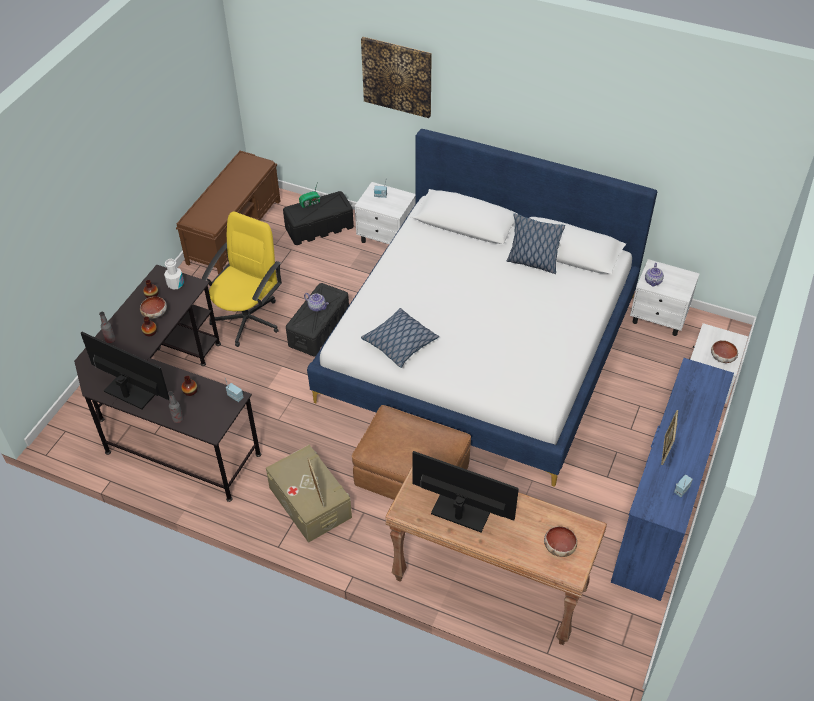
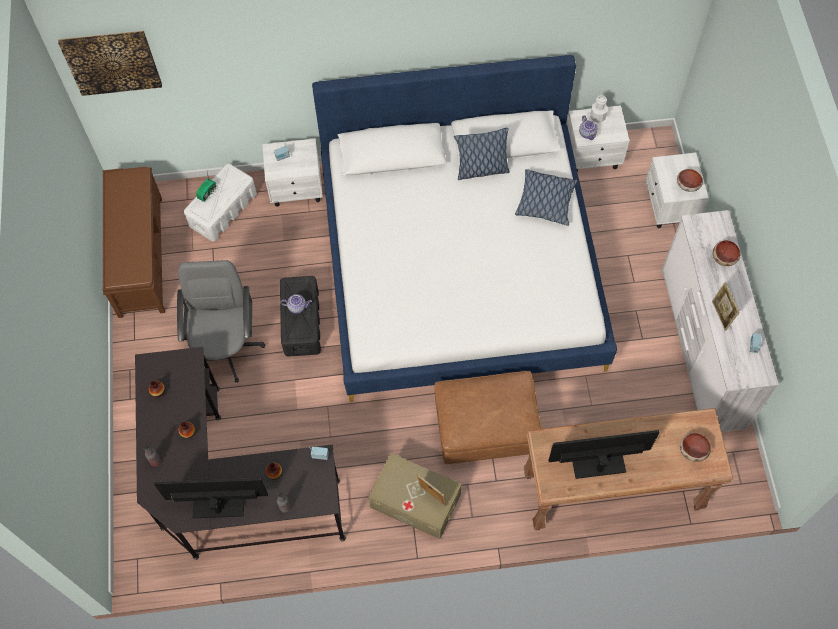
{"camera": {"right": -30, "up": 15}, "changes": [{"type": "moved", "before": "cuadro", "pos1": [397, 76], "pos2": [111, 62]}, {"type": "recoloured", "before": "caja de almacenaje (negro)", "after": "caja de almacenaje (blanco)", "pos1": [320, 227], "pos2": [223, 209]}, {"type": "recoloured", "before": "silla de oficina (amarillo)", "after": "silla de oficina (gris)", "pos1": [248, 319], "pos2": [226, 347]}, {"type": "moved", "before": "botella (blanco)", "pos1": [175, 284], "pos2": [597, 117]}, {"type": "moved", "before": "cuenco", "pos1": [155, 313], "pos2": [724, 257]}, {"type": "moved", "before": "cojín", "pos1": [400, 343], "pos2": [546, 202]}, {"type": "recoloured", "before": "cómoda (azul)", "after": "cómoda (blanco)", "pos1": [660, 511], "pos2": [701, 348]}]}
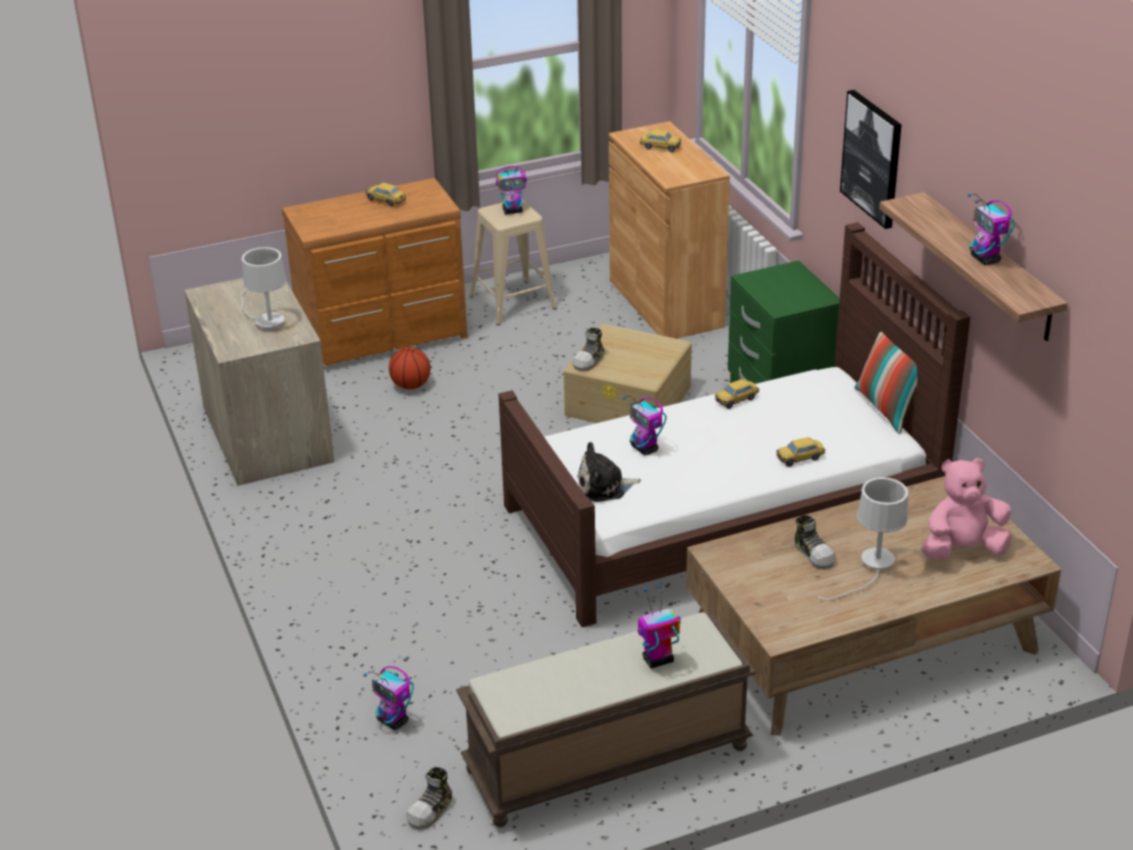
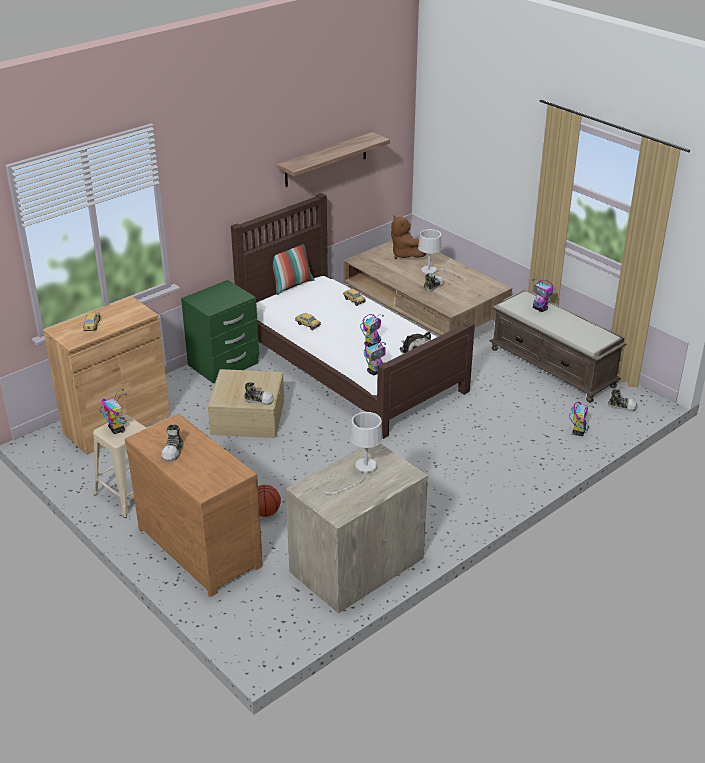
{"camera": {"right": -110, "up": 0}, "changes": [{"type": "removed", "before": "cuadro", "pos1": [872, 158]}, {"type": "replaced", "before": "coche de juguete", "after": "zapato", "pos1": [386, 200], "pos2": [173, 451]}, {"type": "moved", "before": "robot de juguete", "pos1": [985, 259], "pos2": [375, 371]}, {"type": "recoloured", "before": "peluche (rosa)", "after": "peluche (marrón)", "pos1": [962, 549], "pos2": [405, 255]}]}
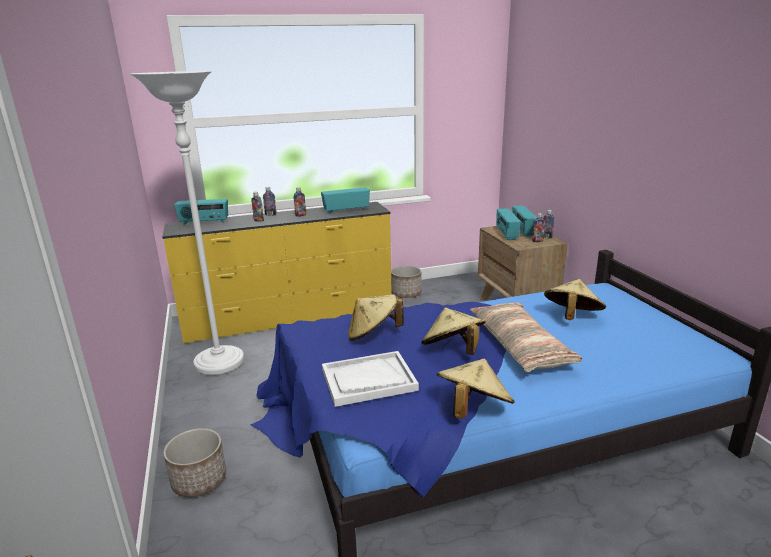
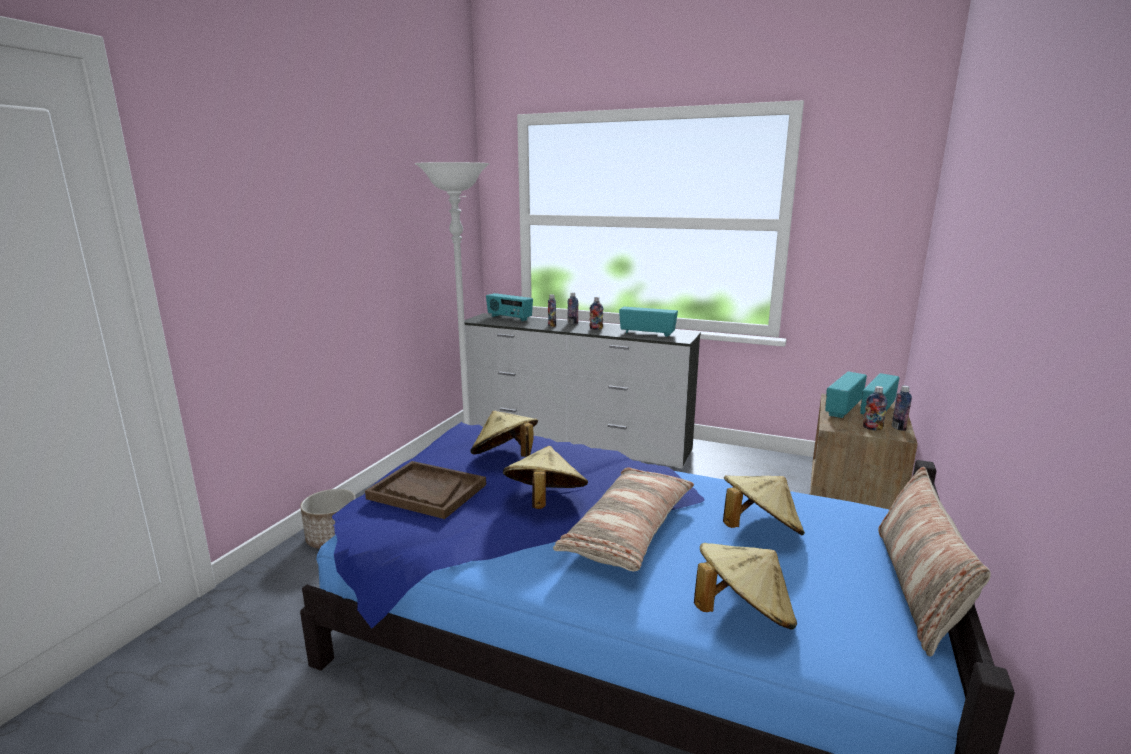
{"camera": {"right": 40, "up": -5}, "changes": [{"type": "recoloured", "before": "cómoda (amarillo)", "after": "cómoda (blanco)", "pos1": [290, 318], "pos2": [575, 441]}, {"type": "removed", "before": "maceta", "pos1": [406, 293]}, {"type": "recoloured", "before": "bandeja (blanco)", "after": "bandeja (marrón)", "pos1": [368, 380], "pos2": [426, 492]}, {"type": "moved", "before": "sombrero (beis)", "pos1": [473, 409], "pos2": [742, 614]}, {"type": "added", "after": "cojín", "pos2": [918, 586]}]}
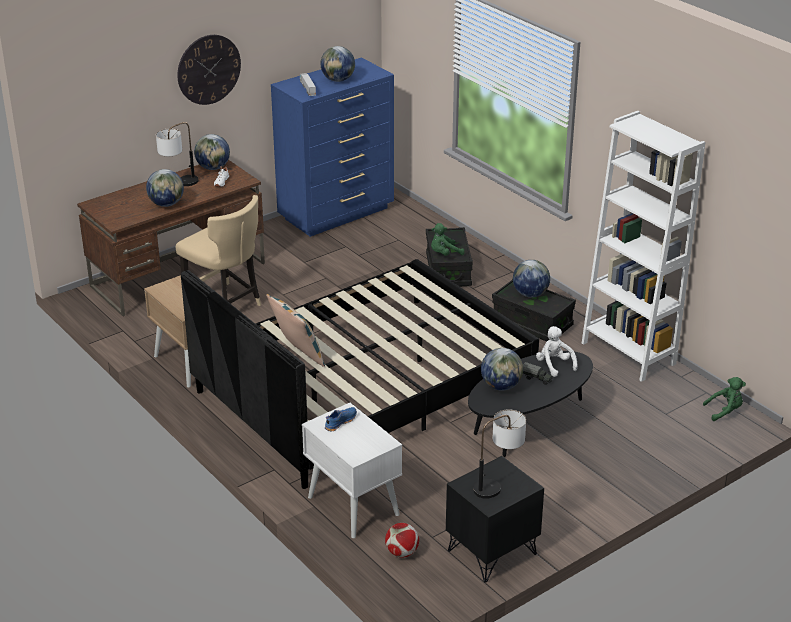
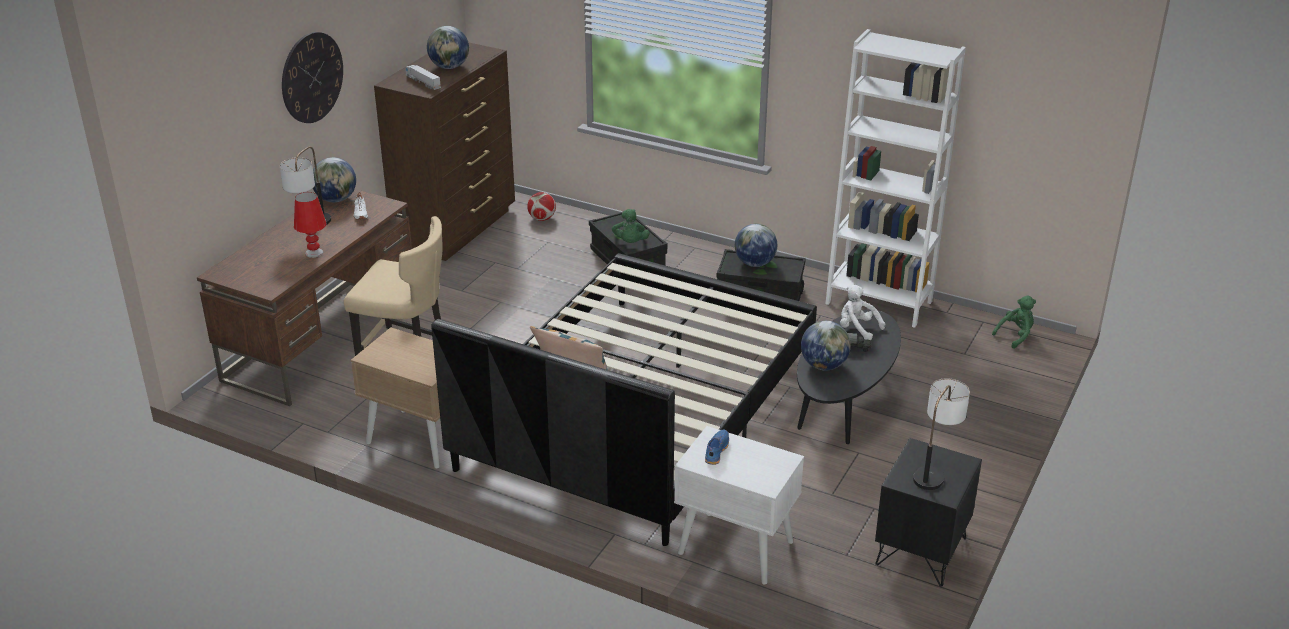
{"camera": {"right": -25, "up": 0}, "changes": [{"type": "recoloured", "before": "cómoda (azul)", "after": "cómoda (marrón)", "pos1": [337, 213], "pos2": [457, 229]}, {"type": "replaced", "before": "globo terráqueo", "after": "lámpara de mesa (rojo)", "pos1": [166, 204], "pos2": [314, 253]}, {"type": "turned", "before": "peluche (verde)", "pos1": [444, 254], "pos2": [630, 242], "turn": -45}, {"type": "moved", "before": "balón de fútbol", "pos1": [402, 552], "pos2": [542, 219]}]}
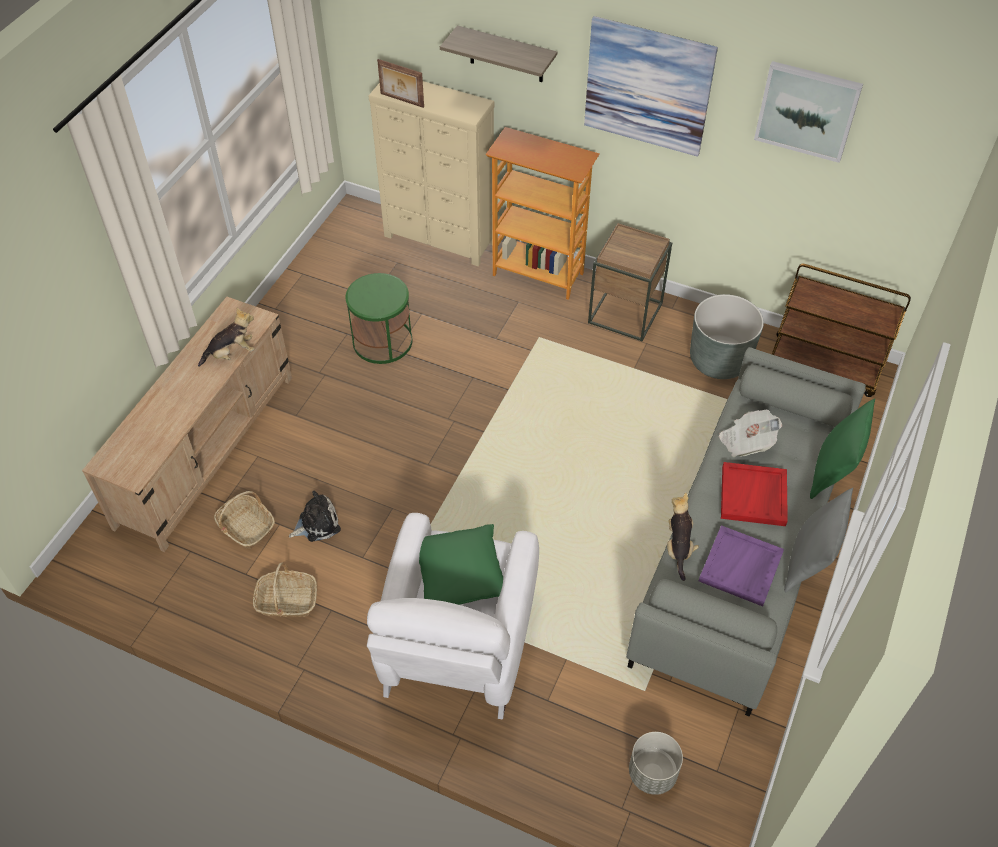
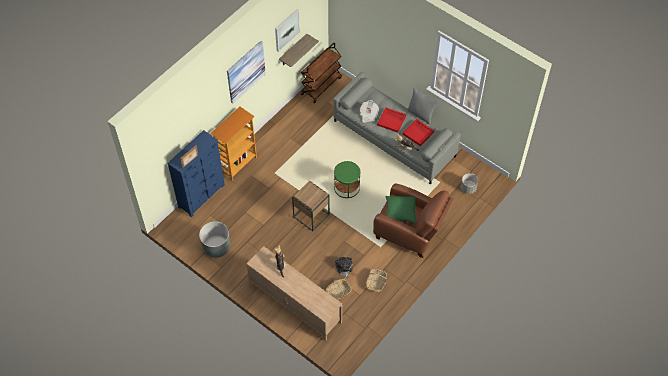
{"camera": {"right": -75, "up": 5}, "changes": [{"type": "moved", "before": "estante", "pos1": [506, 55], "pos2": [293, 50]}, {"type": "recoloured", "before": "cómoda (beis)", "after": "cómoda (azul)", "pos1": [439, 240], "pos2": [202, 196]}, {"type": "moved", "before": "mesa auxiliar (marrón)", "pos1": [625, 313], "pos2": [311, 215]}, {"type": "moved", "before": "mesa auxiliar (verde)", "pos1": [382, 341], "pos2": [346, 187]}, {"type": "moved", "before": "maceta (gris)", "pos1": [719, 360], "pos2": [216, 247]}, {"type": "removed", "before": "cojín (verde)", "pos1": [833, 472]}, {"type": "recoloured", "before": "sillón (blanco)", "after": "sillón (marrón)", "pos1": [456, 649], "pos2": [410, 232]}, {"type": "recoloured", "before": "bandeja (morado)", "after": "bandeja (rojo)", "pos1": [741, 568], "pos2": [418, 133]}]}
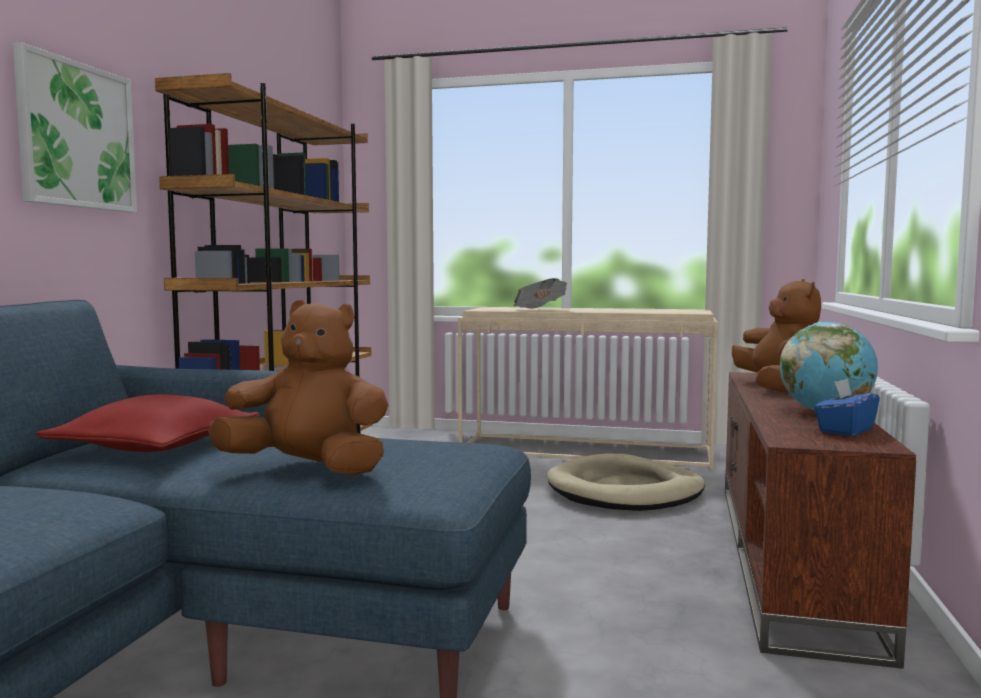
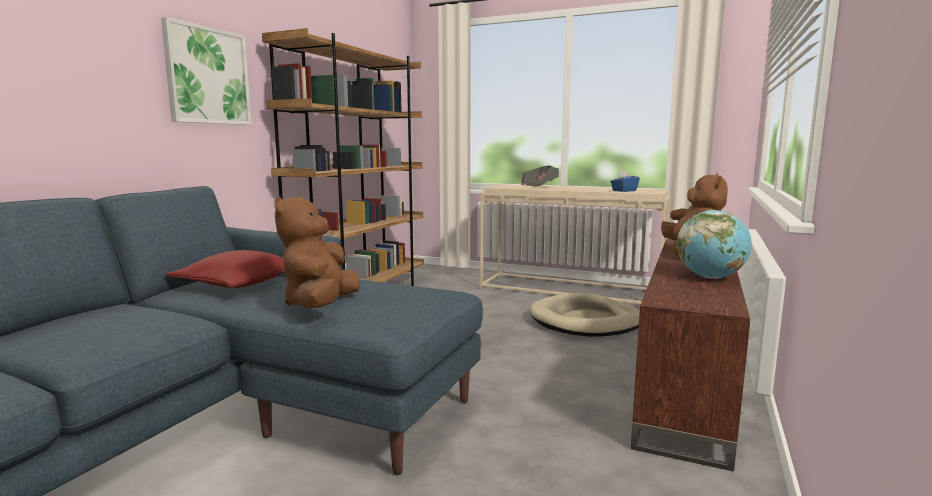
{"camera": {"right": 10, "up": 5}, "changes": [{"type": "turned", "before": "peluche (marrón)", "pos1": [308, 469], "pos2": [320, 305], "turn": -105}, {"type": "moved", "before": "caja de pañuelos (azul)", "pos1": [845, 430], "pos2": [624, 191]}]}
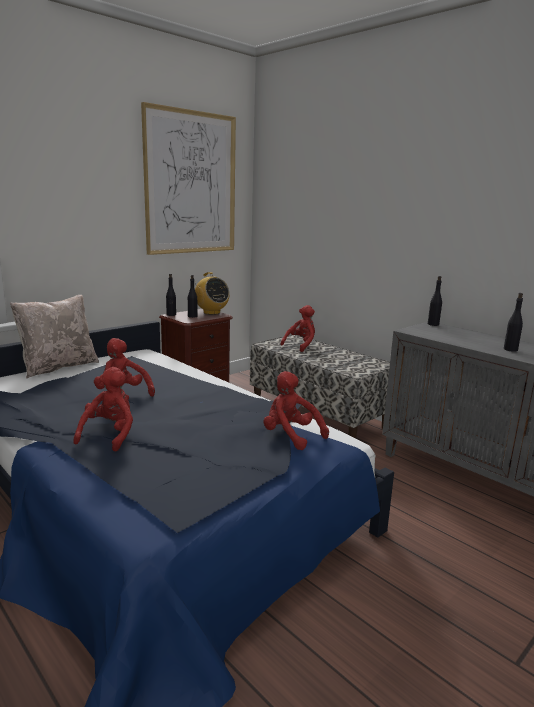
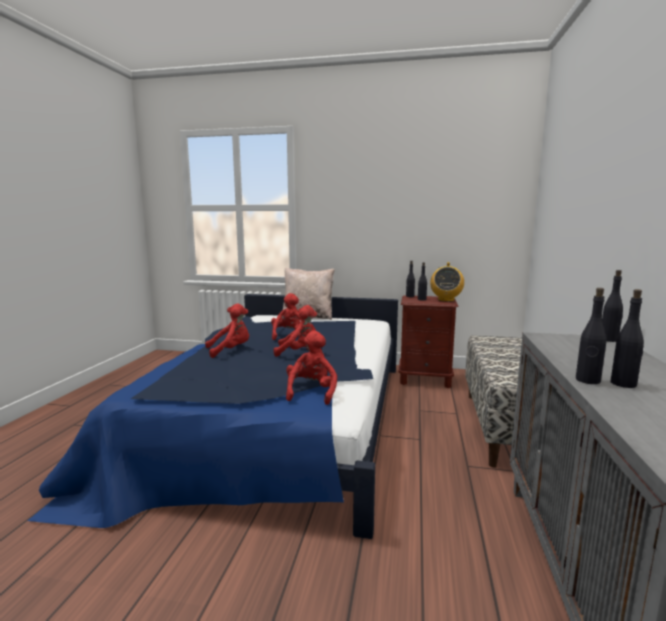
{"camera": {"right": 55, "up": -5}, "changes": [{"type": "removed", "before": "cuadro", "pos1": [191, 183]}, {"type": "moved", "before": "peluche (rojo)", "pos1": [301, 345], "pos2": [299, 352]}, {"type": "added", "after": "botella (negro)", "pos2": [587, 380]}]}
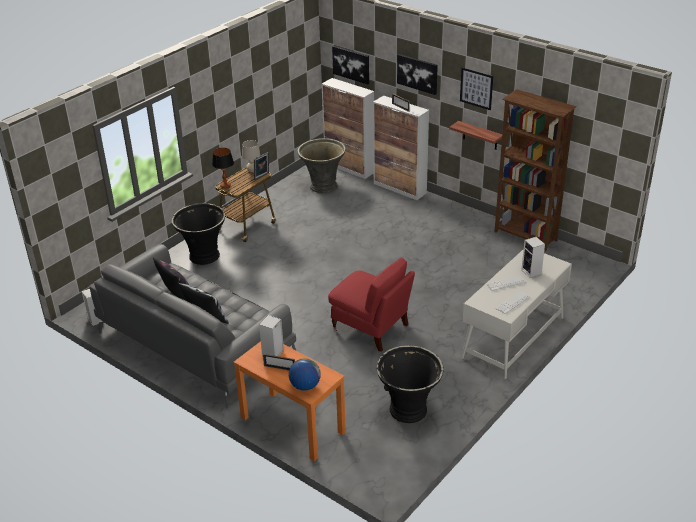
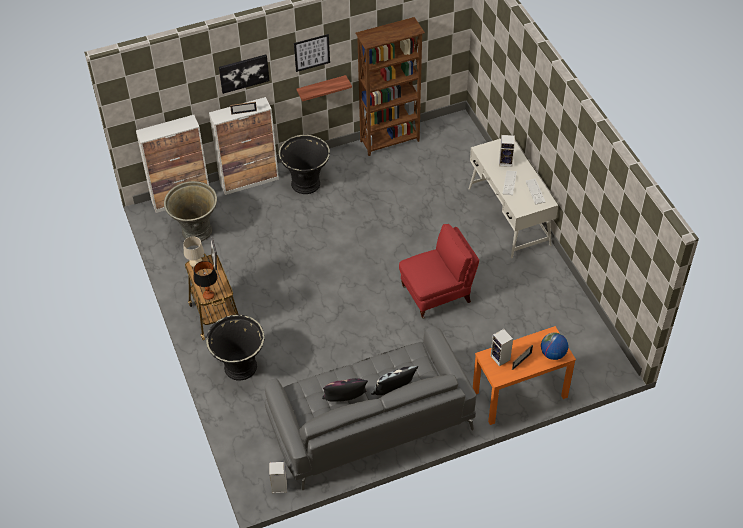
{"camera": {"right": -60, "up": 15}, "changes": [{"type": "removed", "before": "cuadro", "pos1": [351, 64]}, {"type": "moved", "before": "maceta (negro)", "pos1": [408, 410], "pos2": [306, 184]}]}
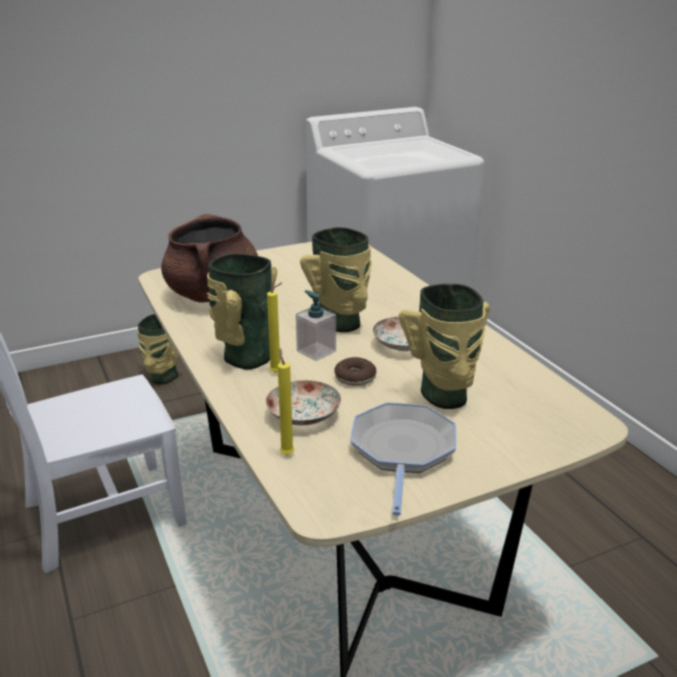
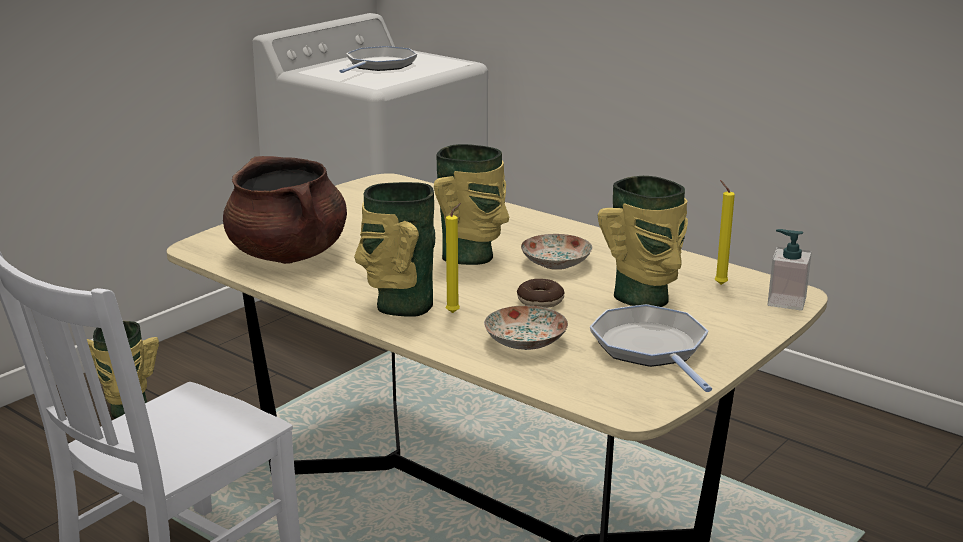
{"camera": {"right": -25, "up": -5}, "changes": [{"type": "moved", "before": "dispensador de jabón", "pos1": [316, 351], "pos2": [786, 301]}, {"type": "moved", "before": "vela (amarillo)", "pos1": [286, 453], "pos2": [719, 284]}, {"type": "added", "after": "sartén", "pos2": [379, 65]}]}
